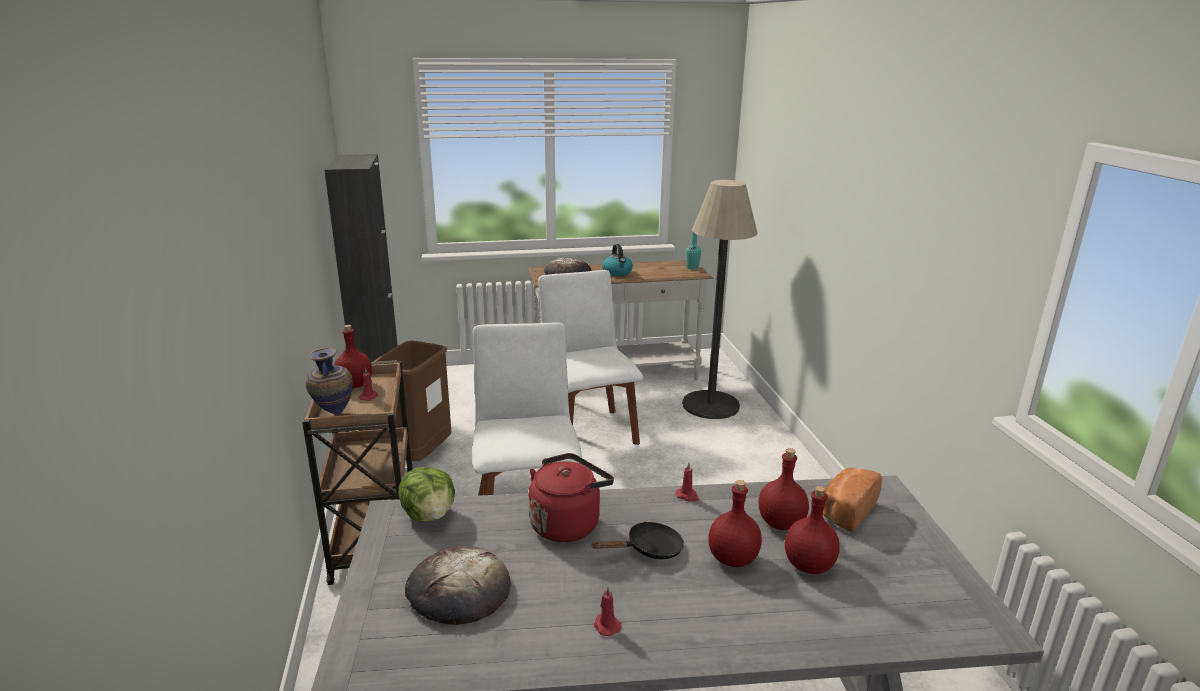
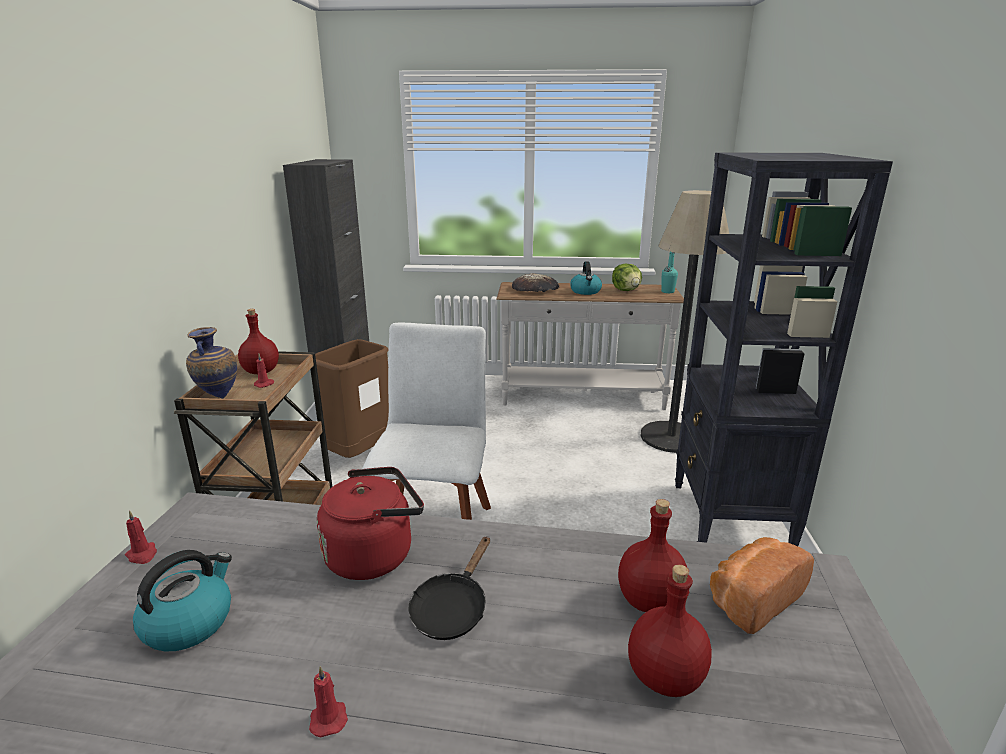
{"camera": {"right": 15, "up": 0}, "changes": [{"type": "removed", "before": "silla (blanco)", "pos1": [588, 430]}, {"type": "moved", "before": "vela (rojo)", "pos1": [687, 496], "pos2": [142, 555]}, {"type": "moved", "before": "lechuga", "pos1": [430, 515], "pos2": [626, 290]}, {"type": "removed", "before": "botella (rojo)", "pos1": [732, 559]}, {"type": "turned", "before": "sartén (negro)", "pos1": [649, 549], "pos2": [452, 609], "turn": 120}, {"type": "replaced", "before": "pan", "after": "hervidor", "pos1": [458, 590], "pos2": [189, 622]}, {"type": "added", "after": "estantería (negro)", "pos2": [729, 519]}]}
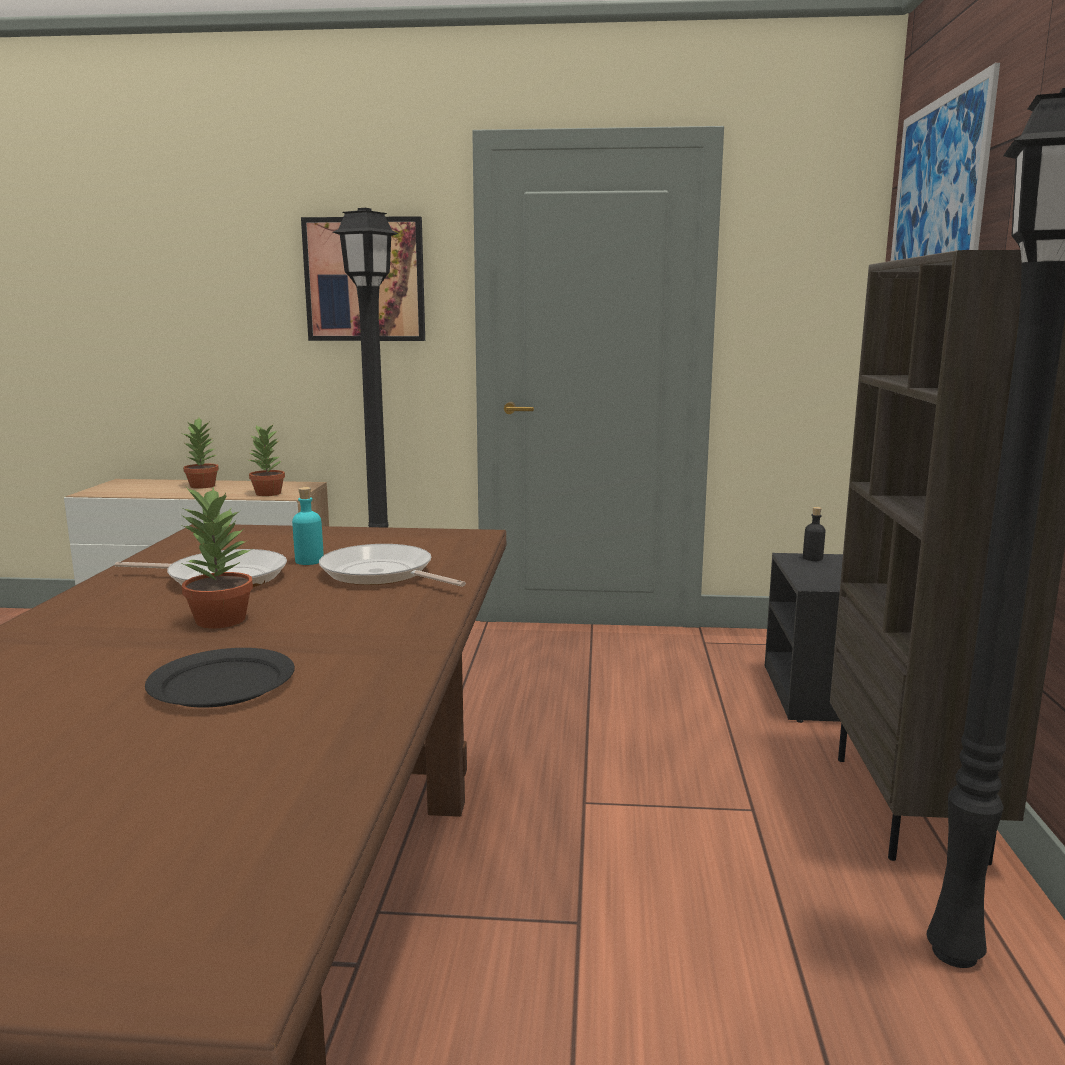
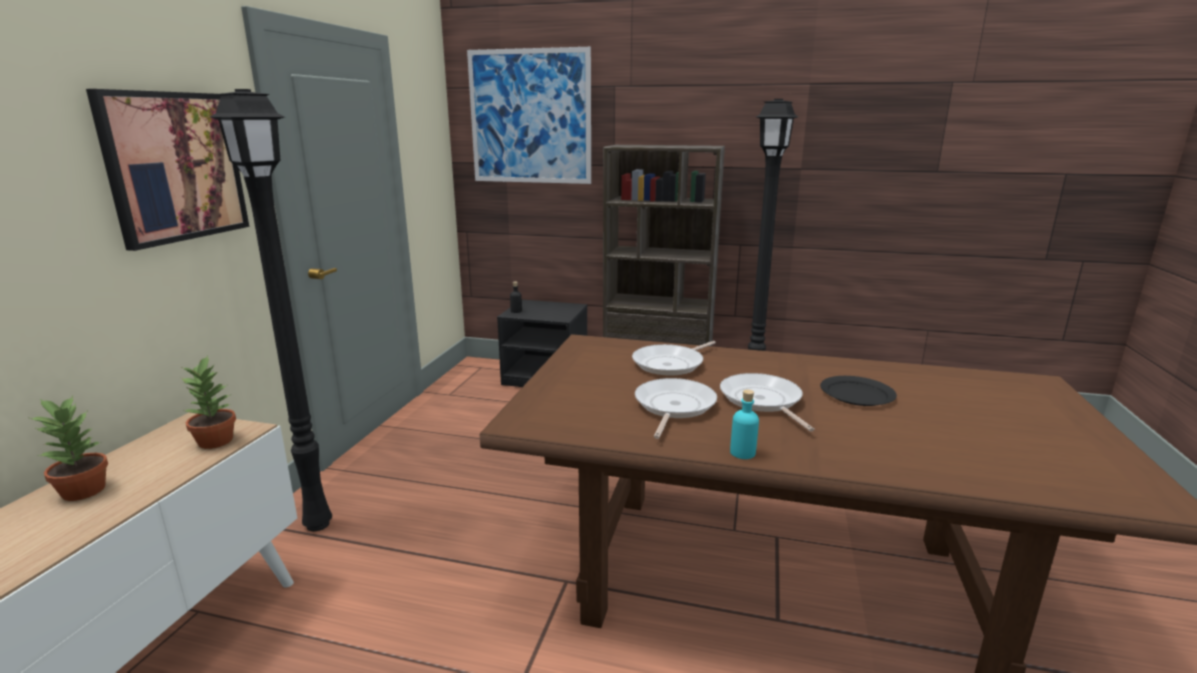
{"camera": {"right": -80, "up": 5}, "changes": [{"type": "replaced", "before": "planta en maceta", "after": "sartén", "pos1": [220, 620], "pos2": [762, 401]}, {"type": "moved", "before": "botella (turquesa)", "pos1": [309, 561], "pos2": [742, 453]}]}
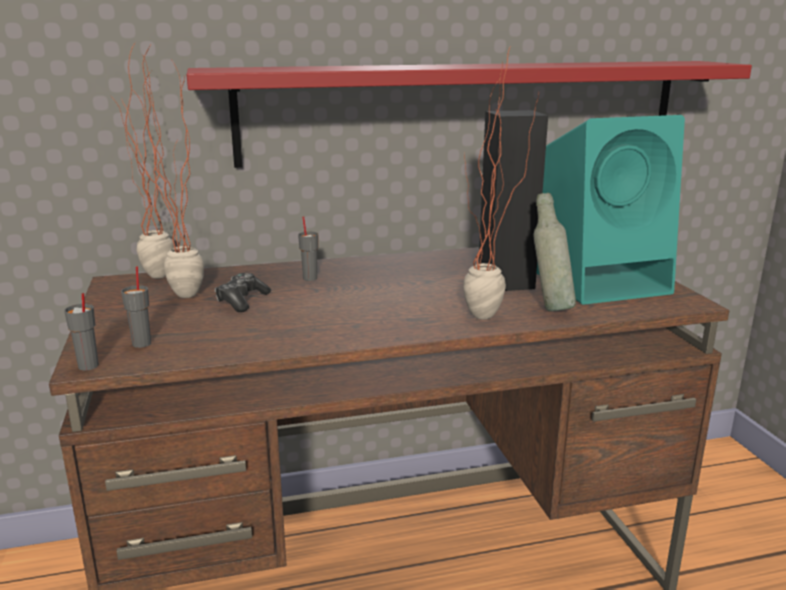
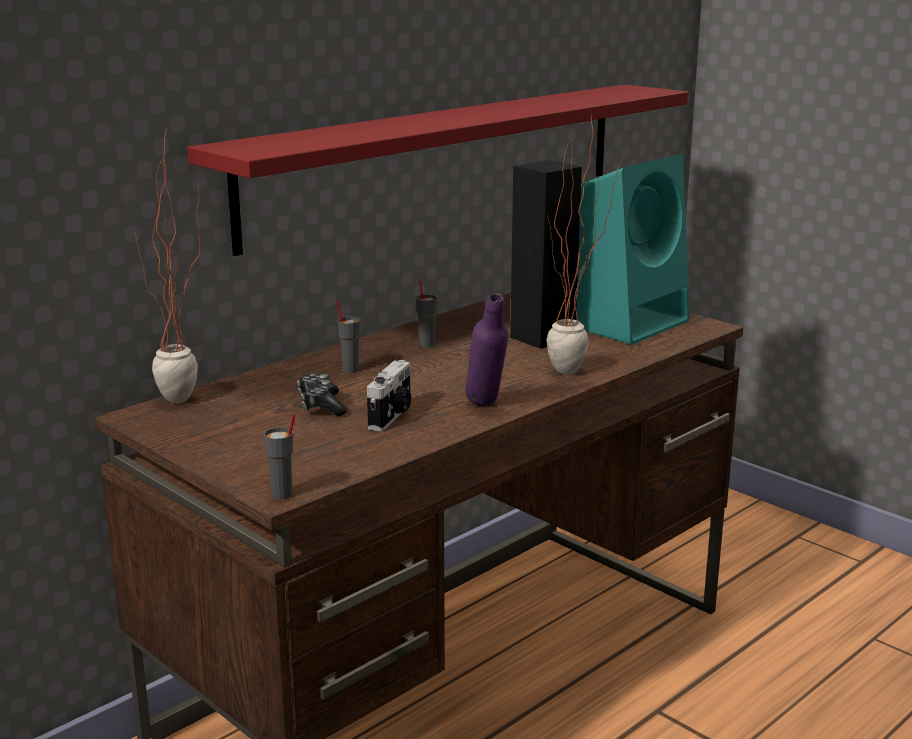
{"camera": {"right": -30, "up": 0}, "changes": [{"type": "removed", "before": "planta en maceta", "pos1": [175, 298]}, {"type": "removed", "before": "botella (gris)", "pos1": [549, 308]}, {"type": "moved", "before": "taza (gris)", "pos1": [142, 343], "pos2": [427, 344]}, {"type": "added", "after": "botella (morado)", "pos2": [486, 408]}, {"type": "added", "after": "cámara", "pos2": [392, 416]}]}
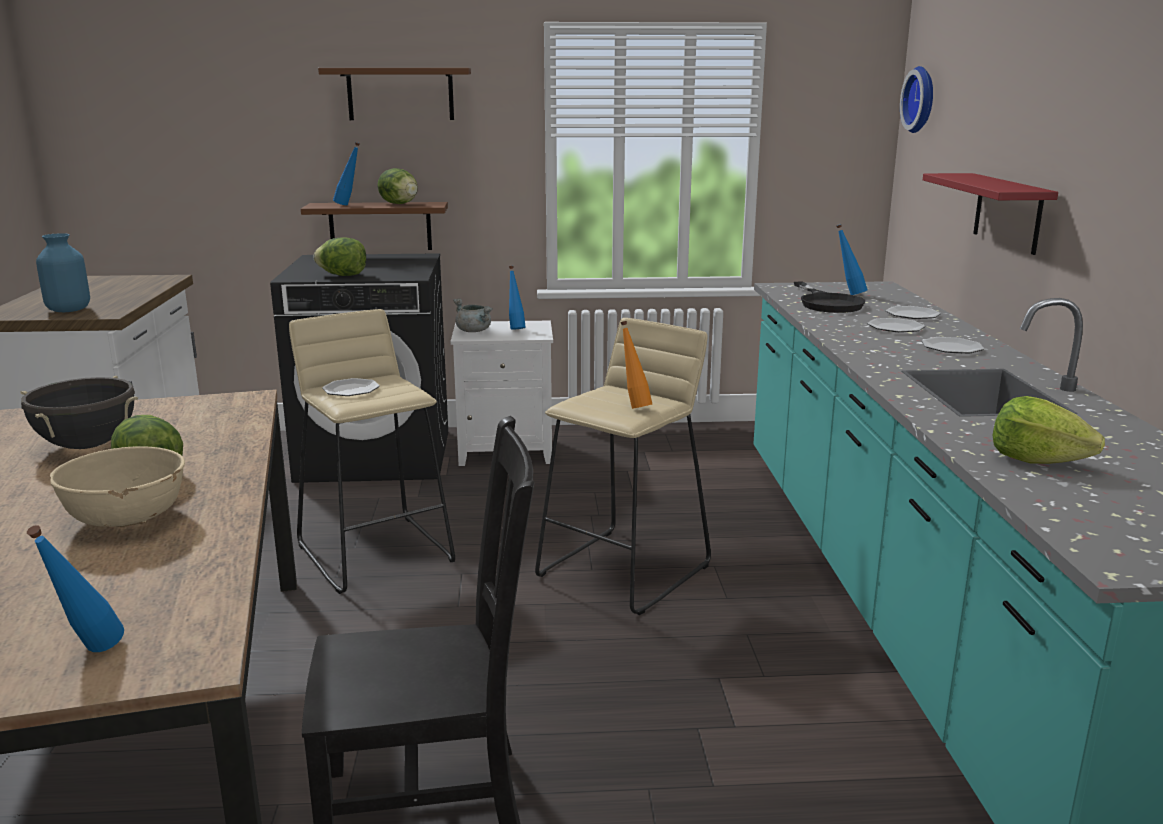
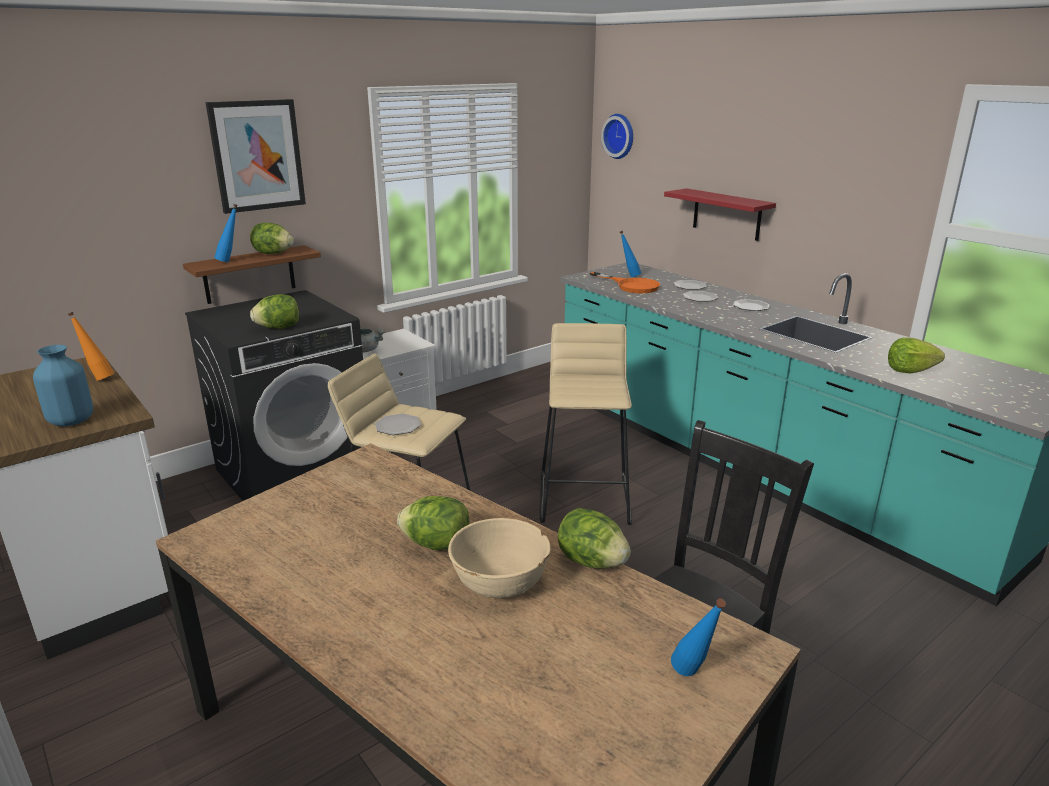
{"camera": {"right": -35, "up": 5}, "changes": [{"type": "replaced", "before": "estante (marrón)", "after": "cuadro", "pos1": [400, 94], "pos2": [257, 155]}, {"type": "removed", "before": "botella (azul)", "pos1": [515, 328]}, {"type": "recoloured", "before": "sartén (negro)", "after": "sartén (naranja)", "pos1": [827, 303], "pos2": [631, 286]}, {"type": "moved", "before": "botella (naranja)", "pos1": [634, 406], "pos2": [98, 378]}, {"type": "removed", "before": "olla (negro)", "pos1": [88, 445]}, {"type": "added", "after": "lechuga", "pos2": [591, 562]}]}
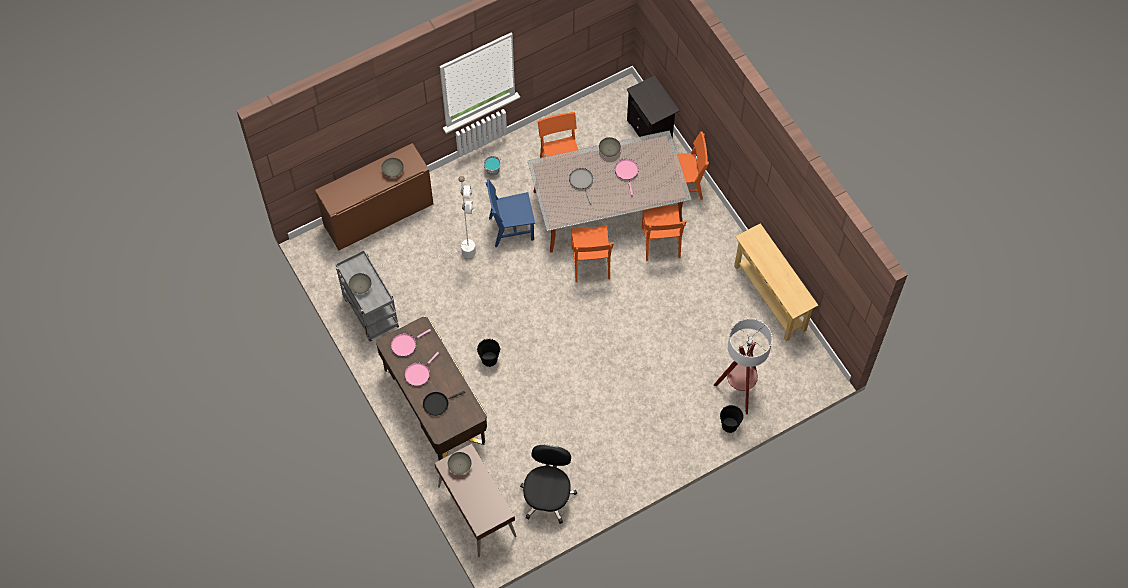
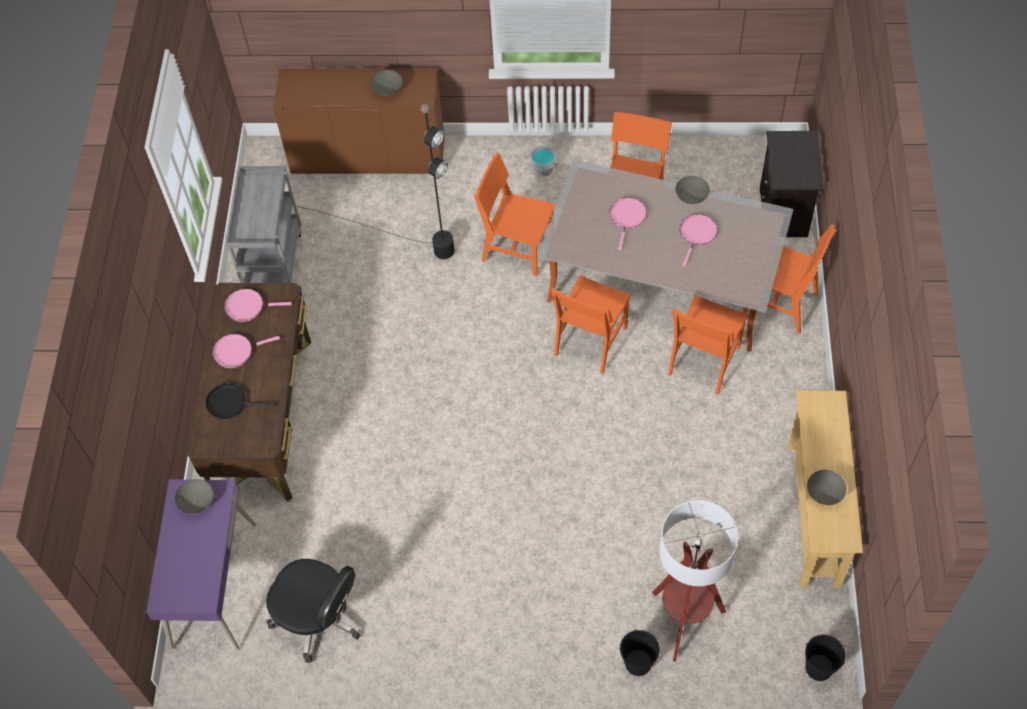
{"camera": {"right": 35, "up": -5}, "changes": [{"type": "recoloured", "before": "sartén (gris)", "after": "sartén (rosa)", "pos1": [581, 181], "pos2": [627, 217]}, {"type": "recoloured", "before": "lámpara de pie (blanco)", "after": "lámpara de pie (negro)", "pos1": [430, 258], "pos2": [392, 235]}, {"type": "recoloured", "before": "silla (azul)", "after": "silla (naranja)", "pos1": [511, 228], "pos2": [517, 248]}, {"type": "moved", "before": "cuenco (gris)", "pos1": [360, 287], "pos2": [824, 493]}, {"type": "moved", "before": "cubo (negro)", "pos1": [489, 359], "pos2": [819, 668]}, {"type": "recoloured", "before": "escritorio (marrón)", "after": "escritorio (morado)", "pos1": [476, 511], "pos2": [214, 585]}, {"type": "turned", "before": "silla de oficina (negro)", "pos1": [547, 496], "pos2": [319, 618], "turn": 75}]}
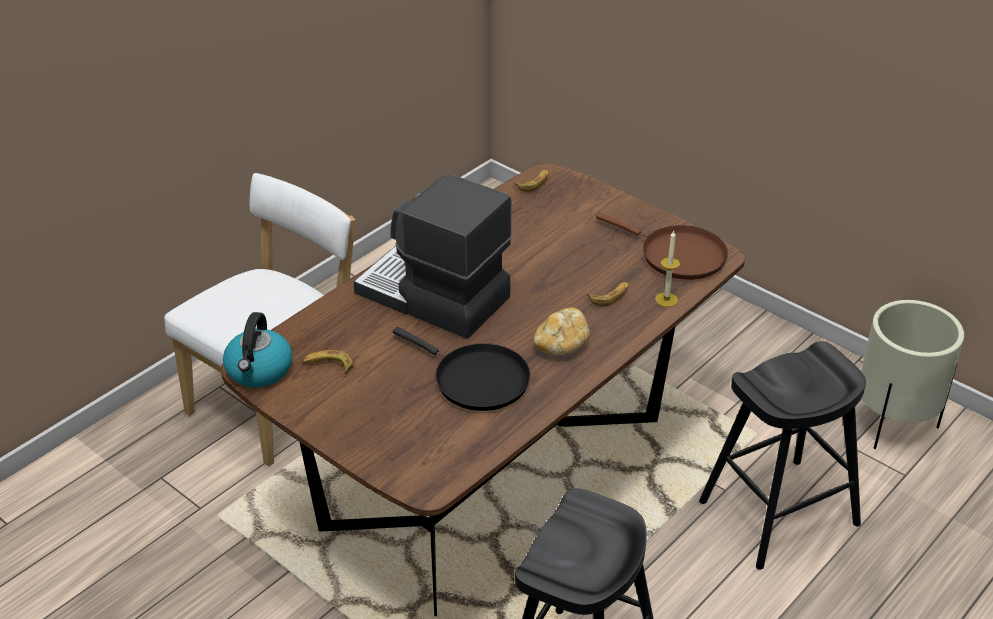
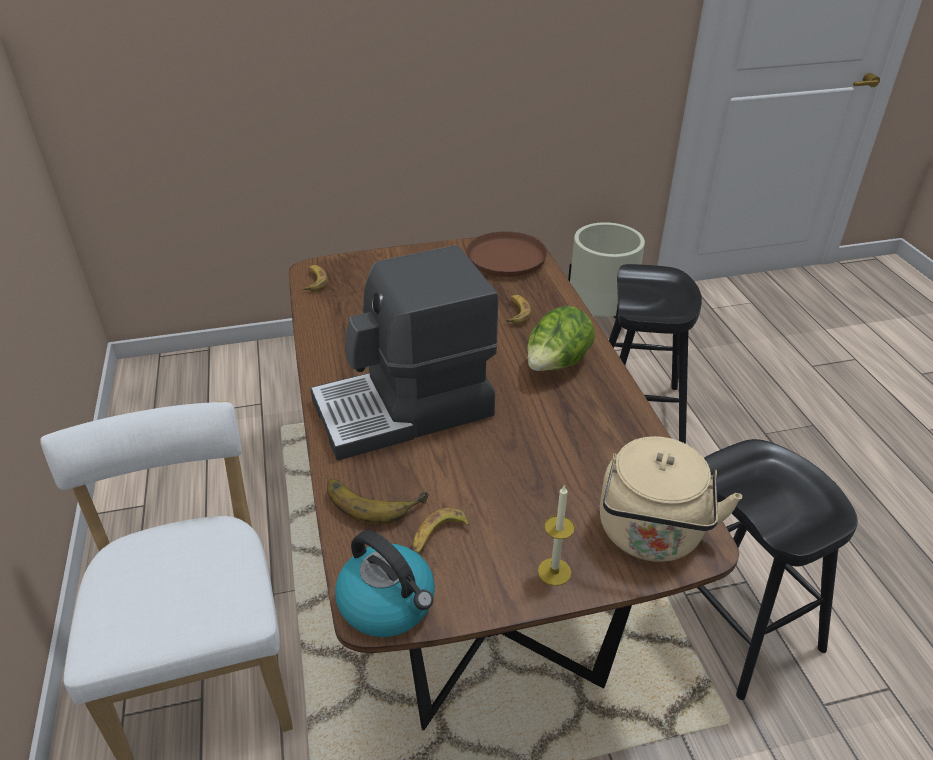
{"camera": {"right": -55, "up": 0}, "changes": [{"type": "moved", "before": "vela", "pos1": [666, 299], "pos2": [554, 571]}, {"type": "replaced", "before": "pan", "after": "lechuga", "pos1": [562, 345], "pos2": [556, 365]}, {"type": "removed", "before": "sartén (negro)", "pos1": [476, 379]}, {"type": "added", "after": "hervidor (beis)", "pos2": [651, 535]}, {"type": "added", "after": "plátano", "pos2": [374, 498]}]}
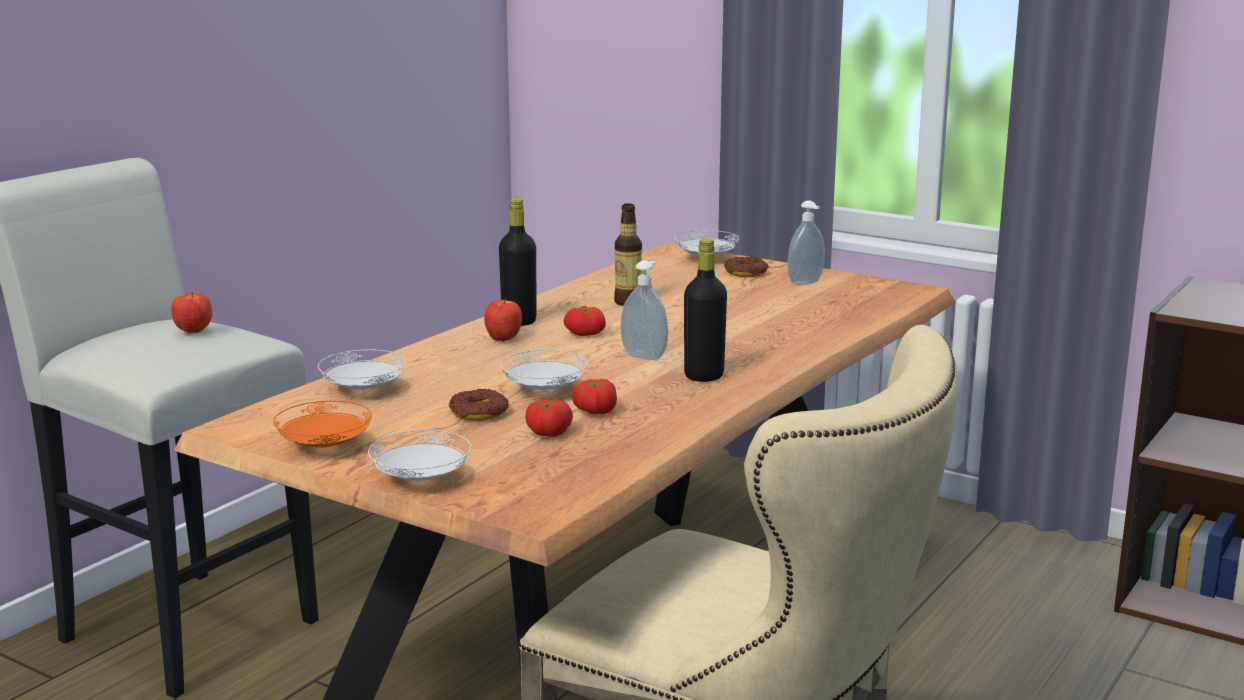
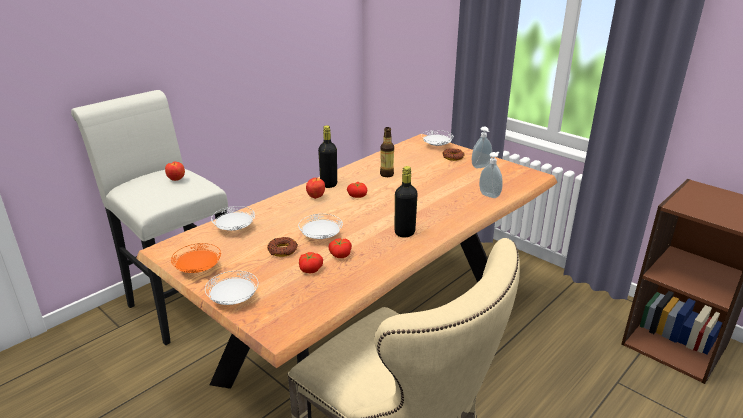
{"camera": {"right": 10, "up": 10}, "changes": [{"type": "moved", "before": "dispensador de jabón", "pos1": [645, 356], "pos2": [490, 195]}]}
